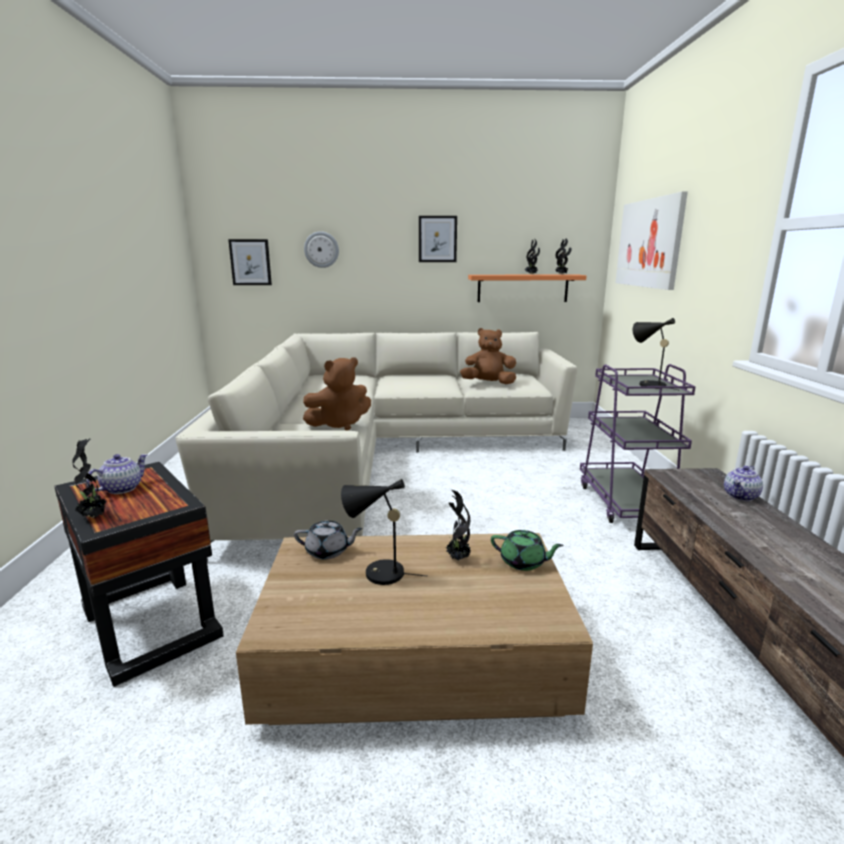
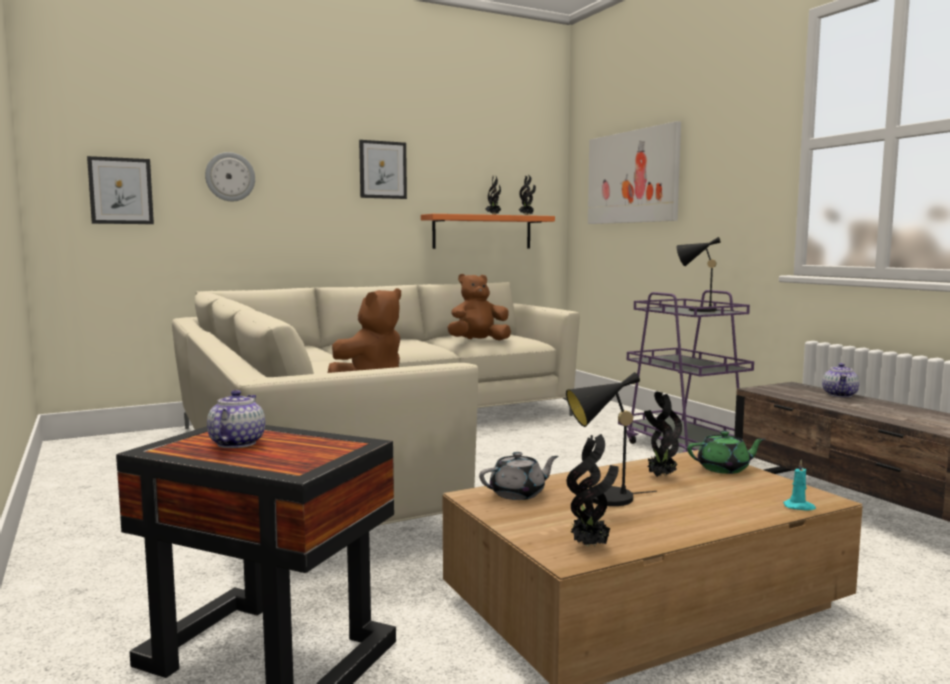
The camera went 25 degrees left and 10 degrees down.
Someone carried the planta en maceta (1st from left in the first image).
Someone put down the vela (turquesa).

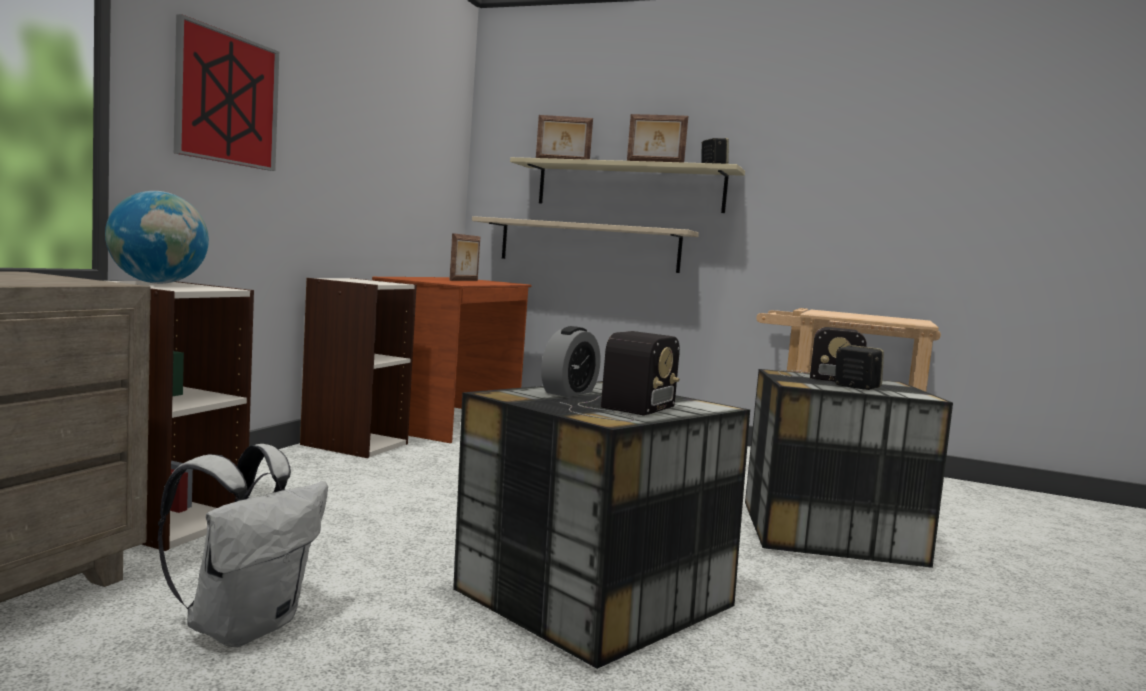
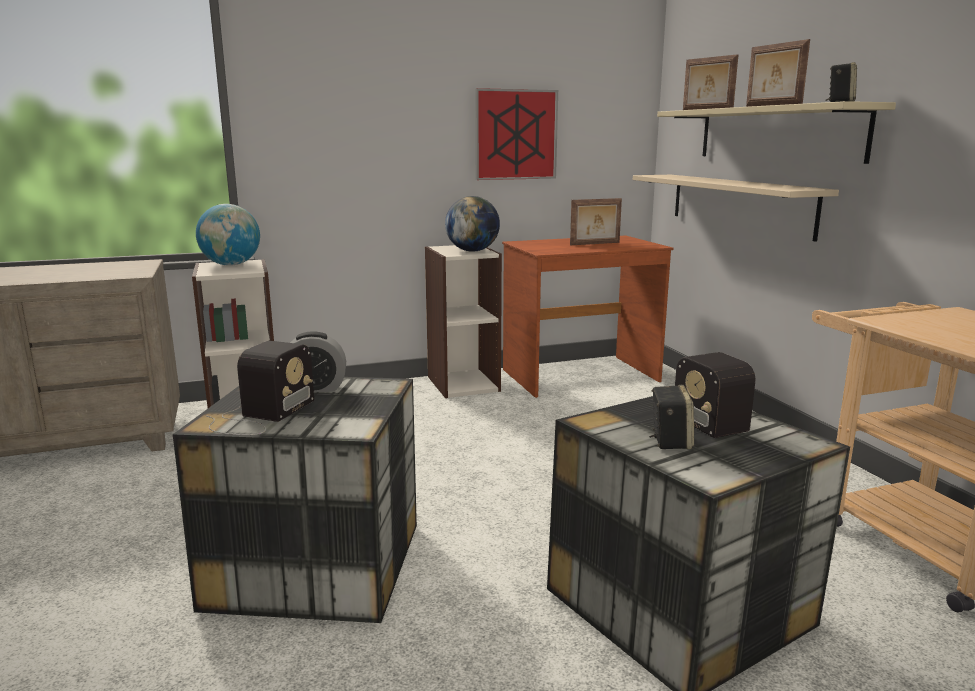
The camera went 50 degrees right and 10 degrees up.
Someone rotated the radio (1st from left) by 60 degrees counterclockwise.
Someone put down the globo terráqueo (2nd from left).
Someone carried the cuadro.
Someone took away the mochila (blanco).

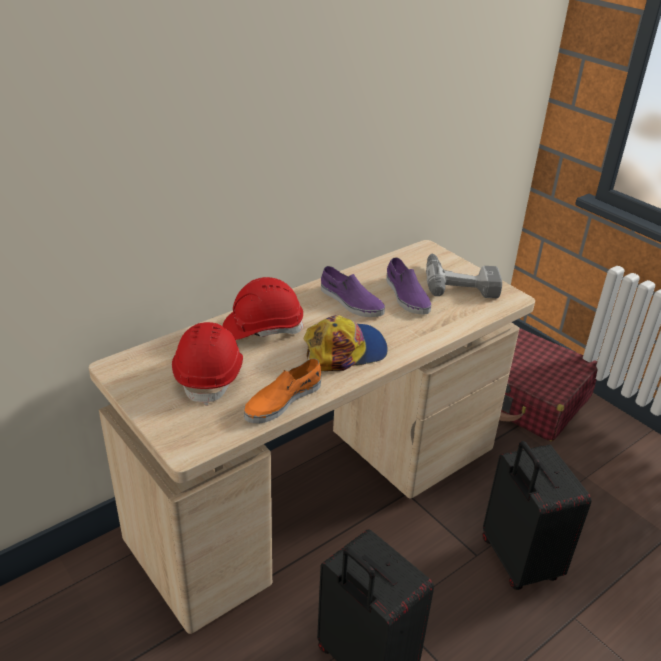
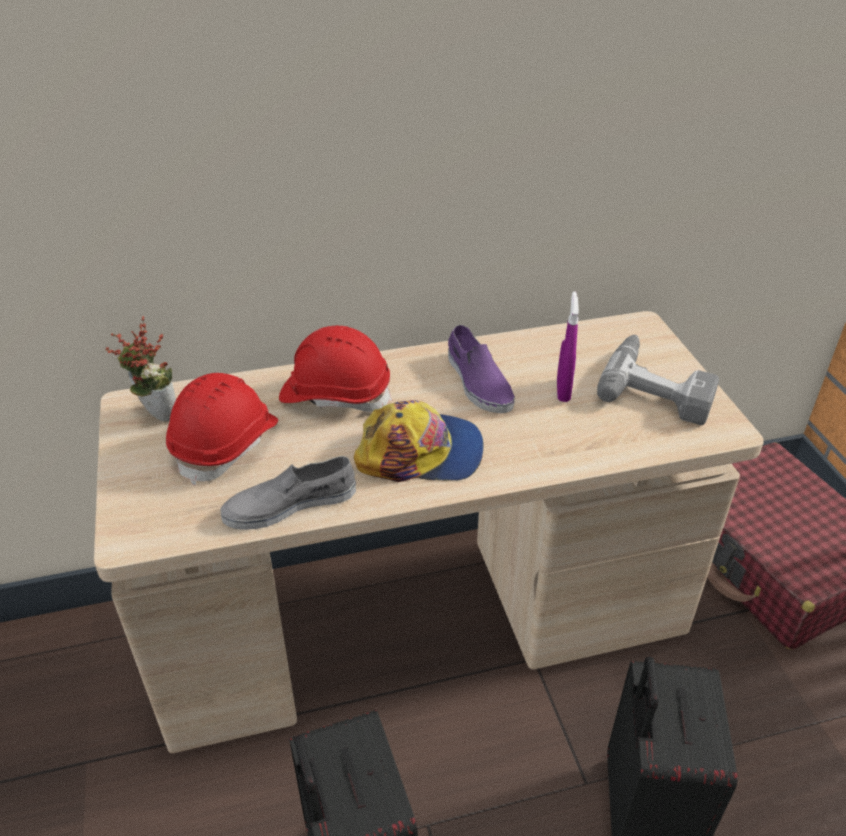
The camera went 25 degrees right and 5 degrees up.
Someone put down the planta en maceta.
Someone repainted the zapato (naranja), which became the zapato (gris).
Someone swapped the zapato (morado) (2nd from left) for the pulverizador (morado).

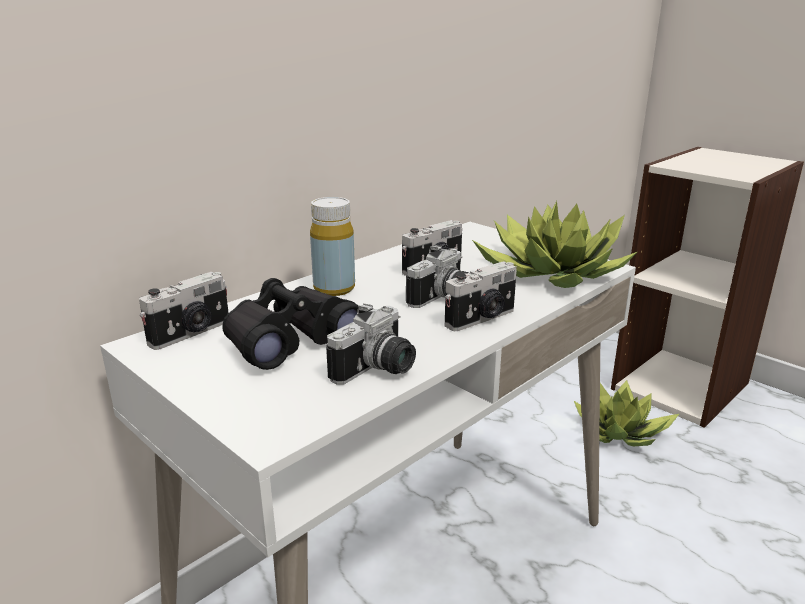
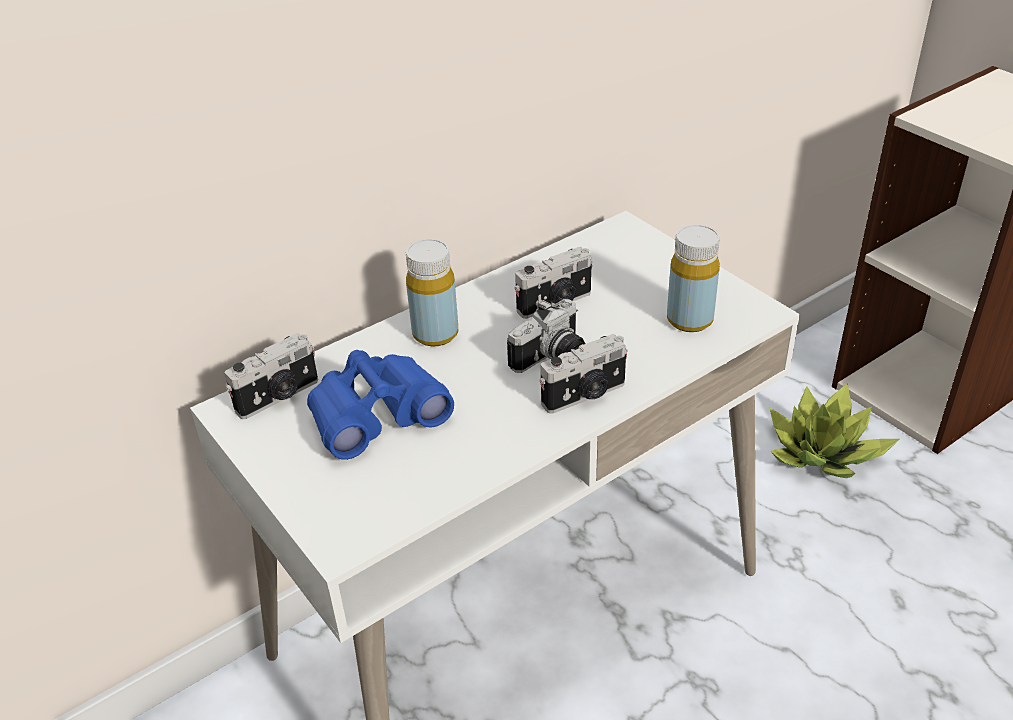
The camera went 10 degrees right and 15 degrees up.
Someone repainted the prismáticos (negro), which became the prismáticos (azul).
Someone swapped the planta en maceta (1st from left) for the botella (amarillo) (2nd from left).
Someone took away the cámara (2nd from left).

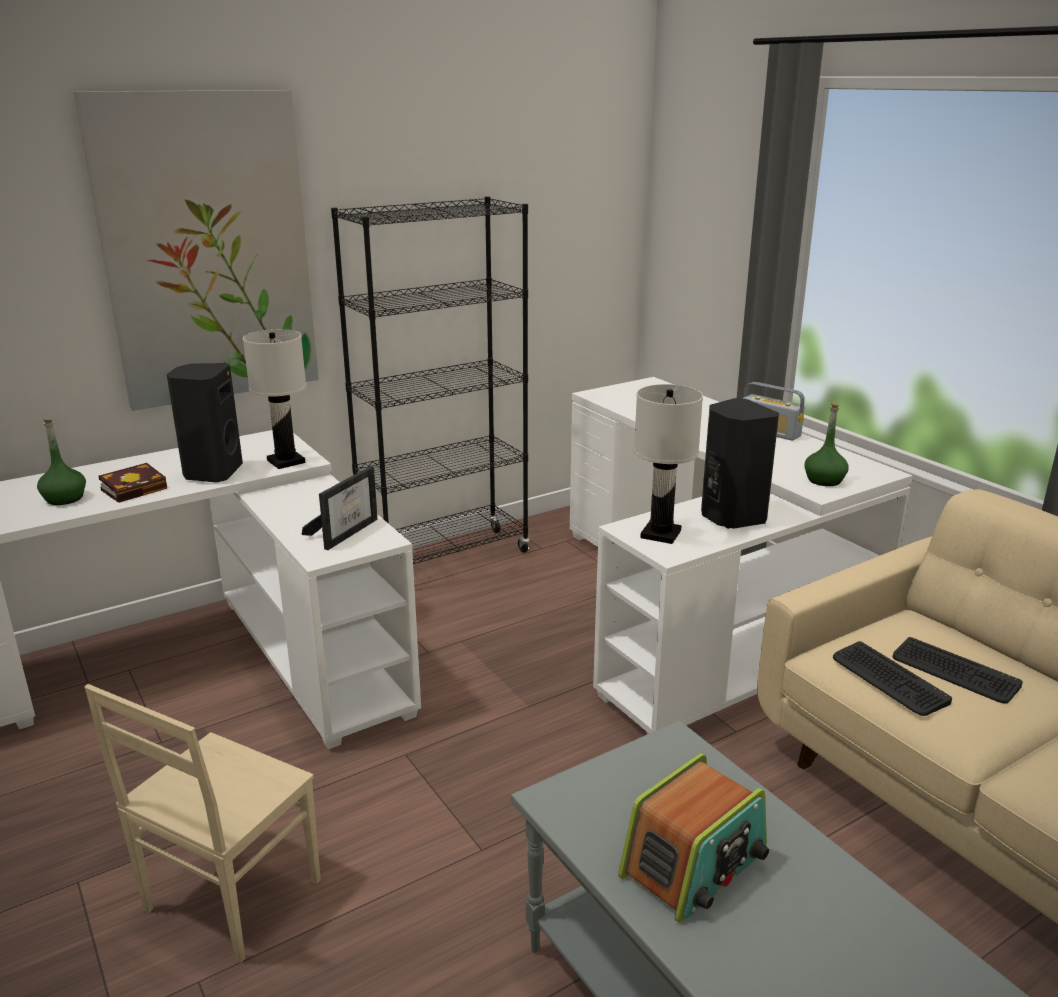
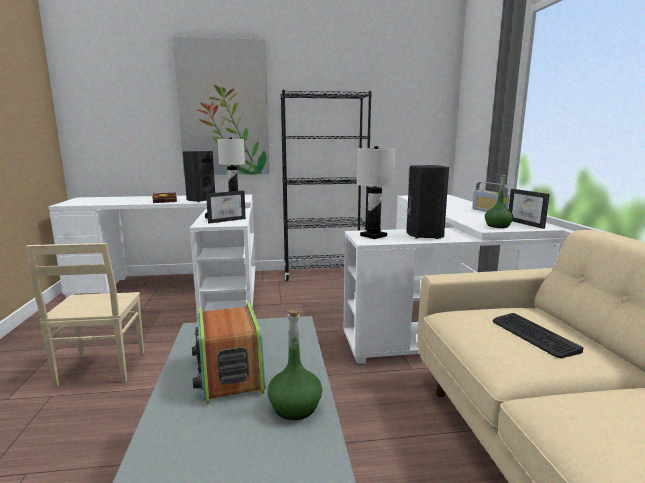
The camera went 25 degrees right and 10 degrees down.
Someone rotated the silla (beis) by 60 degrees counterclockwise.
Someone rotated the radio (1st from left) by 90 degrees clockwise.
Someone carried the botella (verde) (1st from left).
Someone put down the portarretratos (2nd from left).
Someone took away the teclado (1st from left).

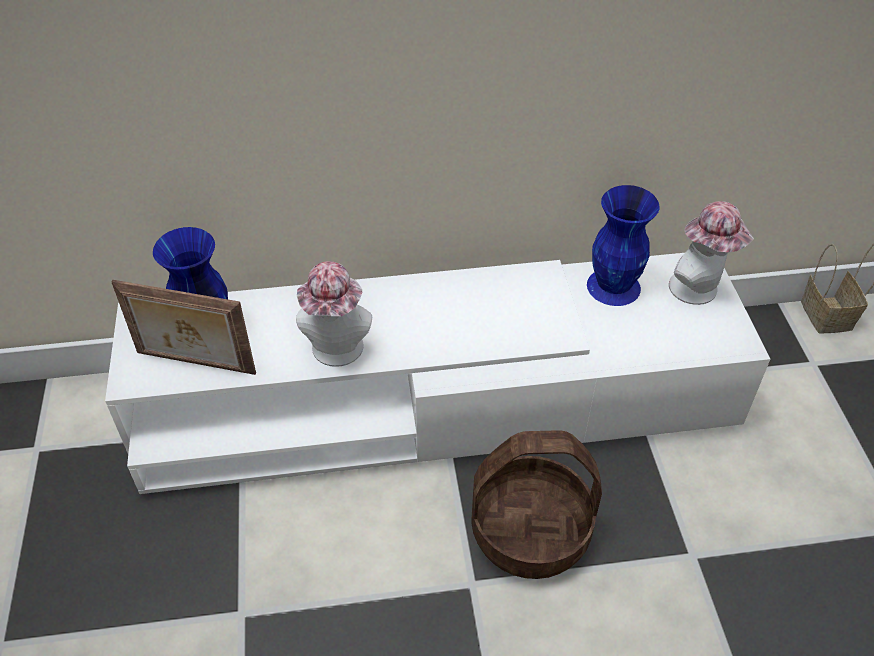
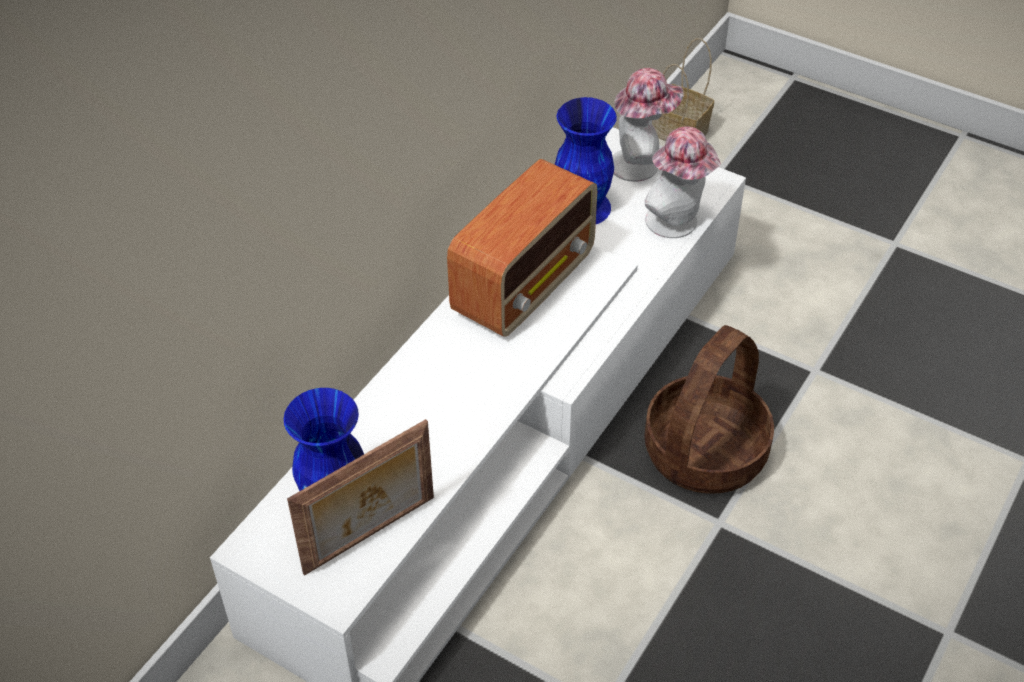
The camera went 50 degrees left and 0 degrees up.
Someone put down the radio.
Someone carried the sombrero (1st from left in the first image).

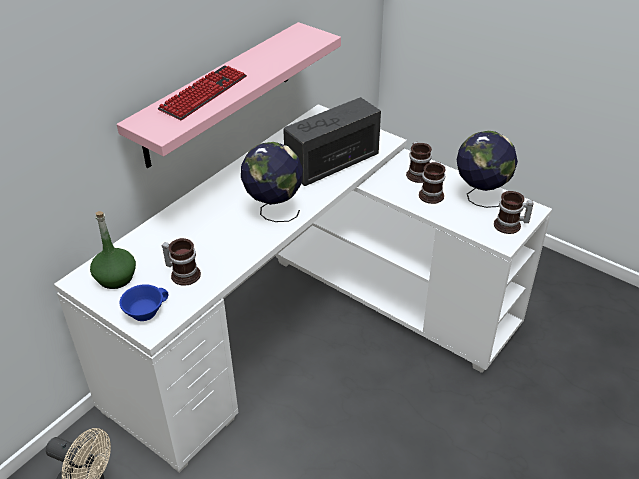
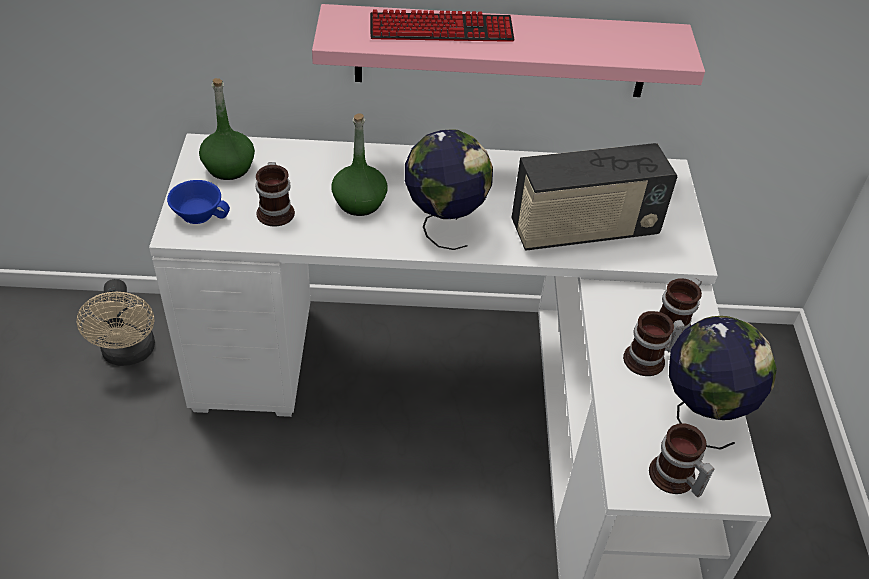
The camera went 50 degrees right and 5 degrees up.
Someone put down the botella (verde) (2nd from left).
Someone rotated the radio by 150 degrees clockwise.

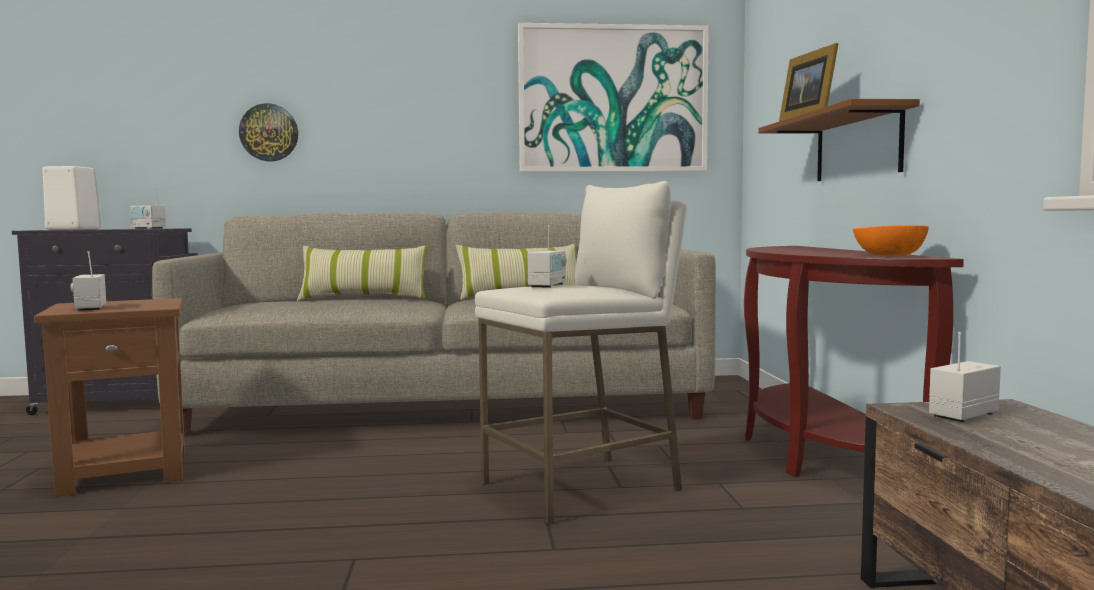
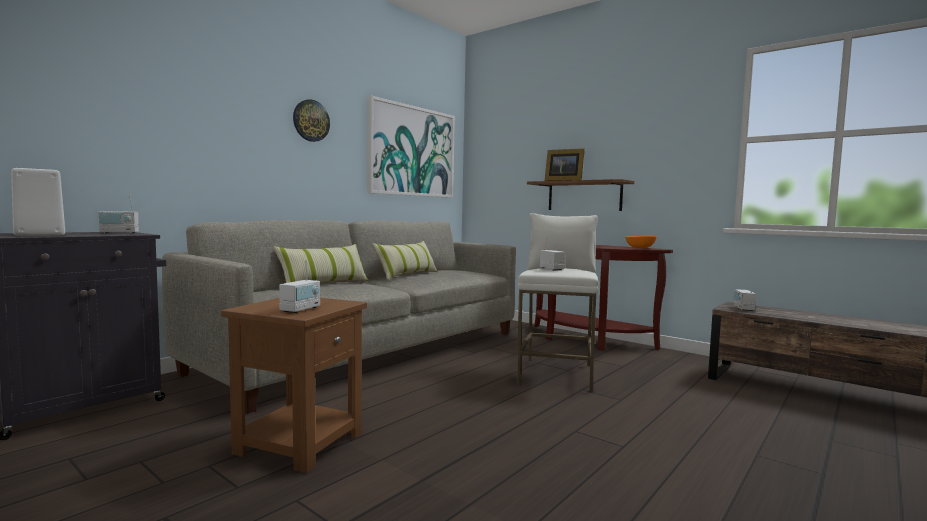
The camera went 45 degrees left and 0 degrees up.
Someone rotated the radio (1st from left in the first image) by 90 degrees counterclockwise.
Someone carried the reloj de pared.

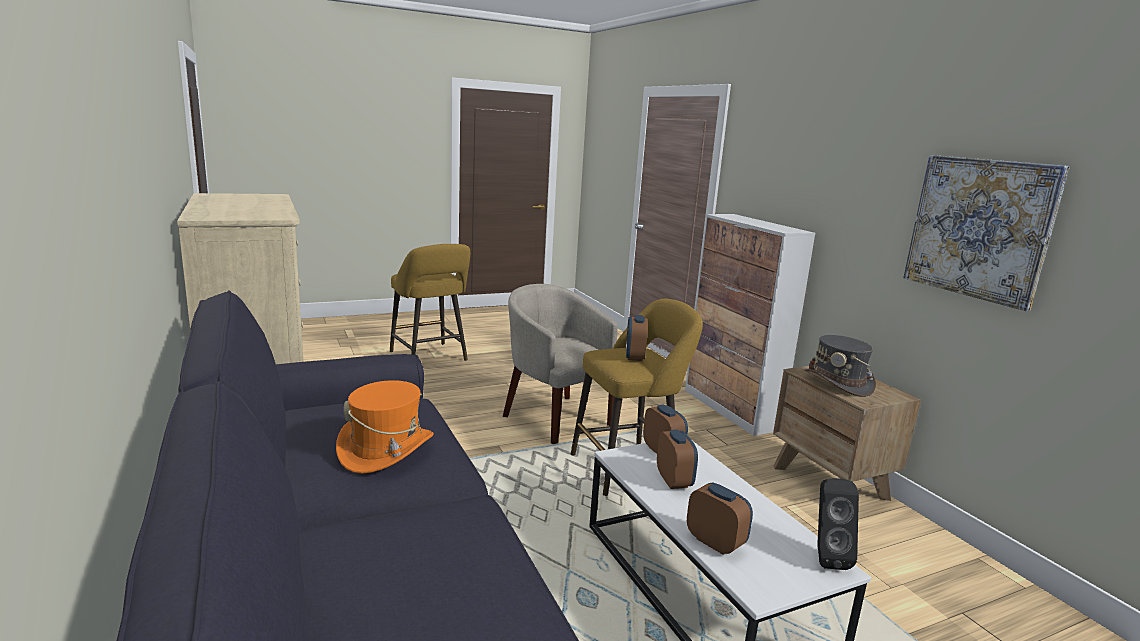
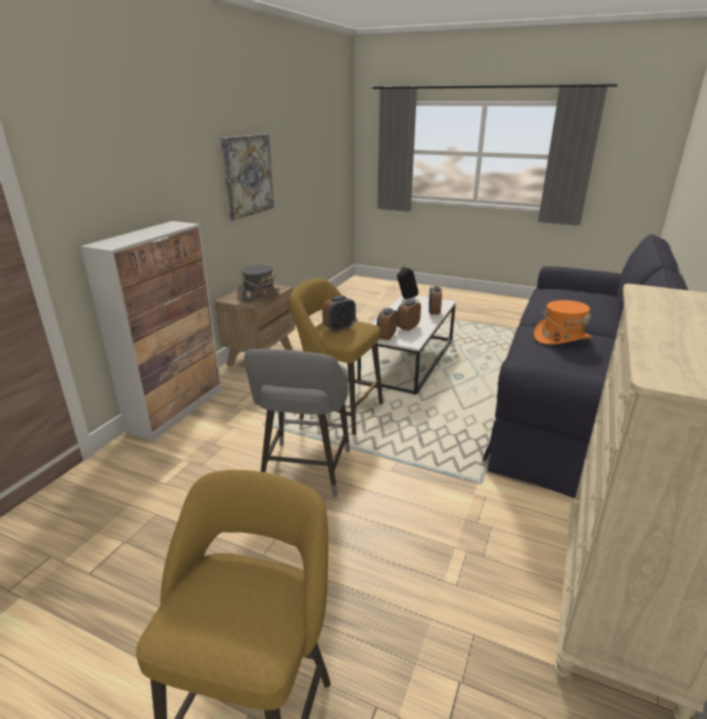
The camera went 130 degrees left and 10 degrees up.
Someone swapped the sillón (beis) for the taburete (gris).

